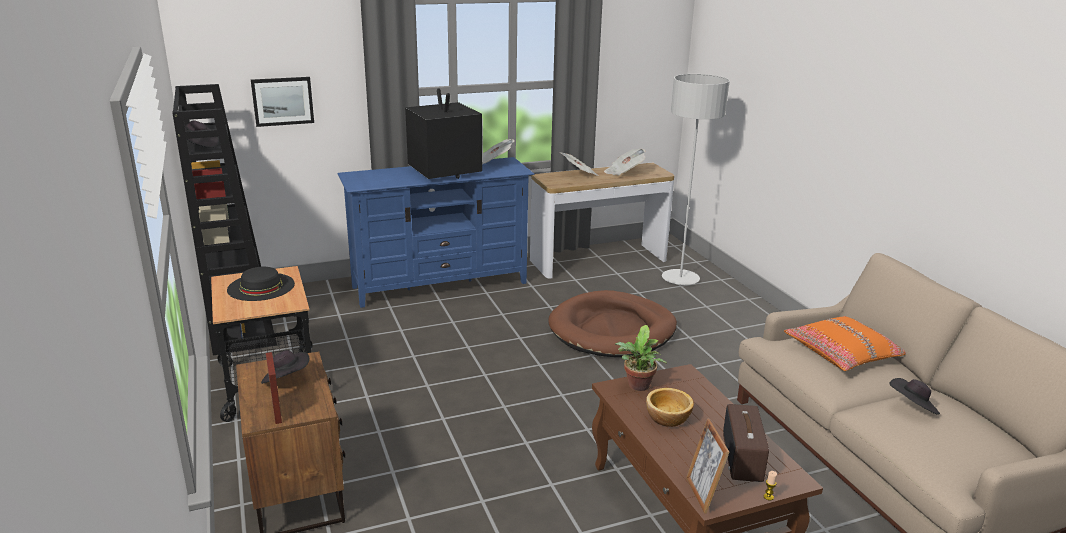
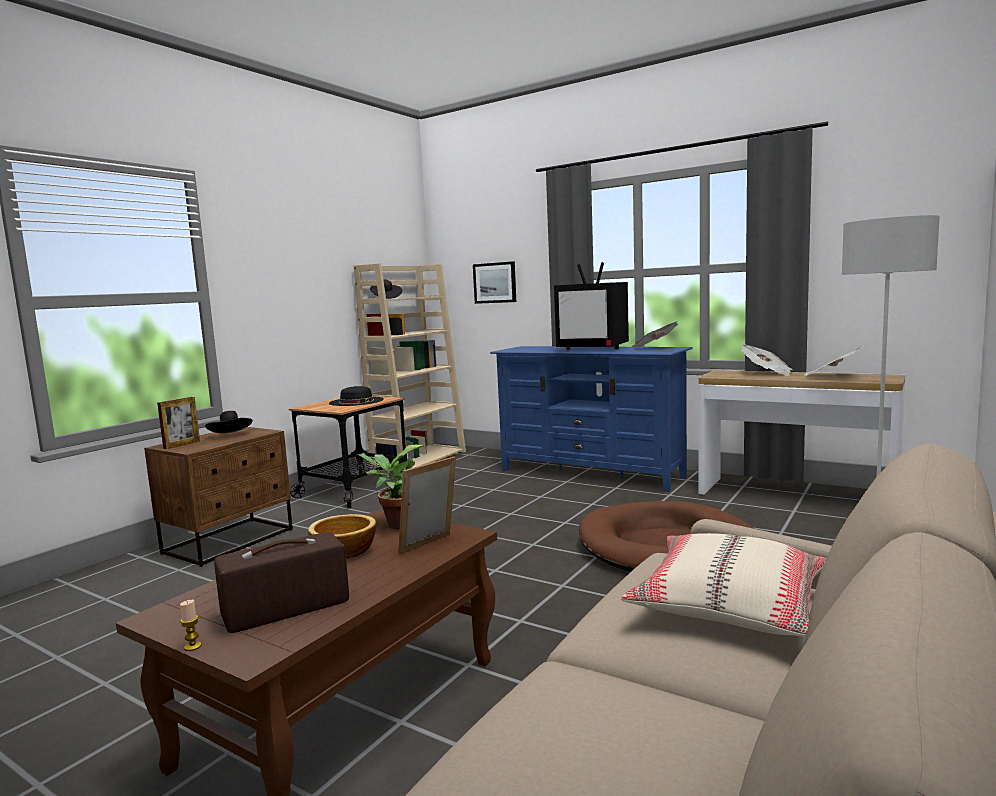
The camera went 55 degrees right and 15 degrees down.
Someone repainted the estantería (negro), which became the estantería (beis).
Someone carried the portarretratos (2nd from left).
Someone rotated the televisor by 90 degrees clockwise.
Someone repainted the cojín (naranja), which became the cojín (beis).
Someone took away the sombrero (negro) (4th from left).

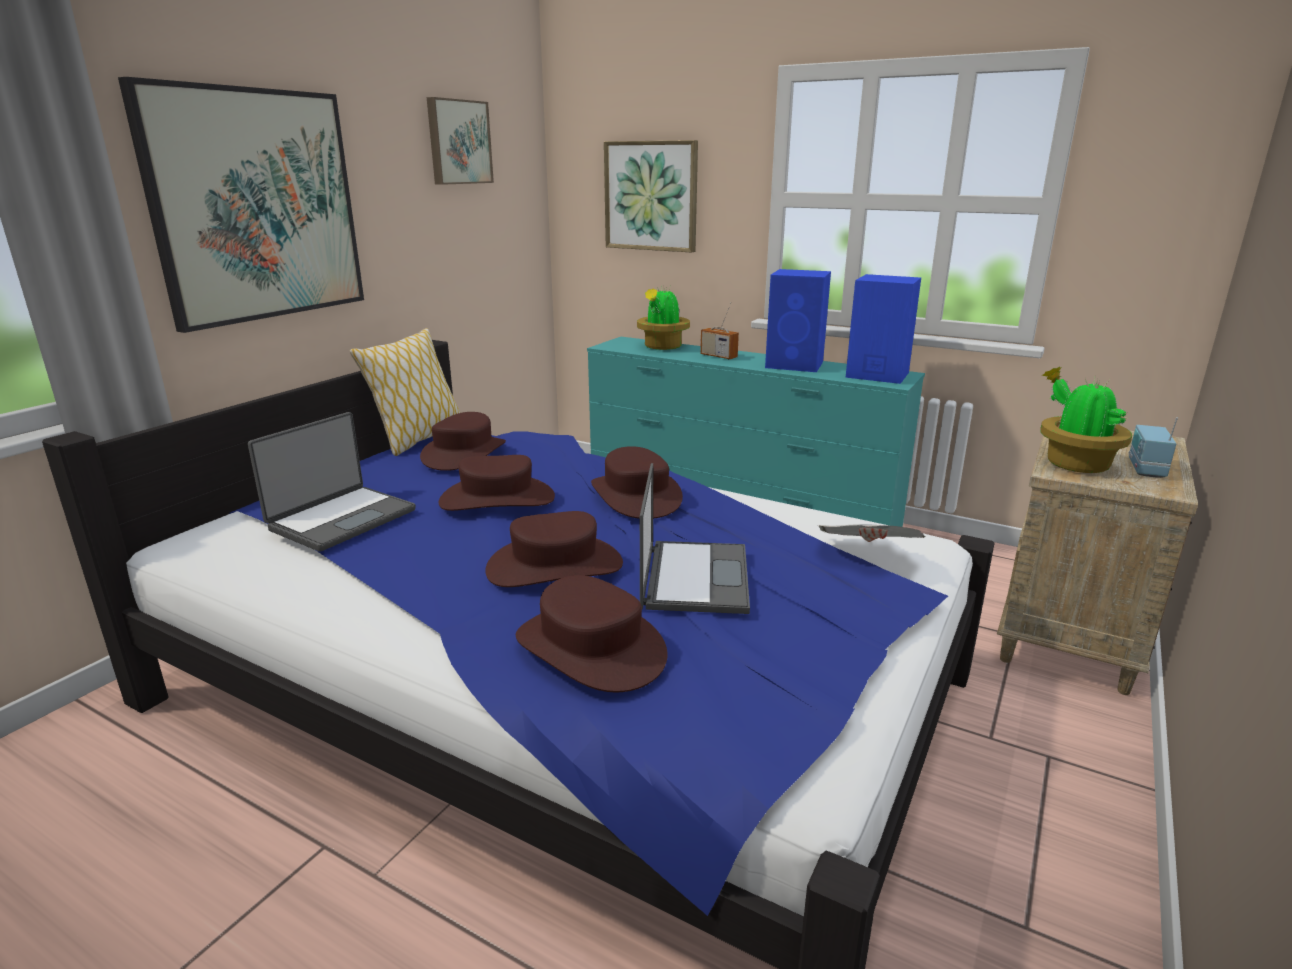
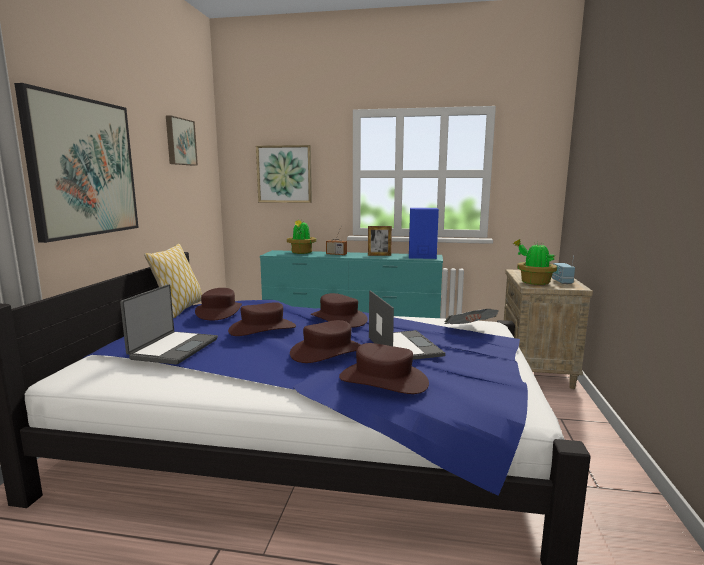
The camera went 20 degrees left and 10 degrees down.
Someone swapped the altavoz (azul) (1st from left) for the portarretratos.

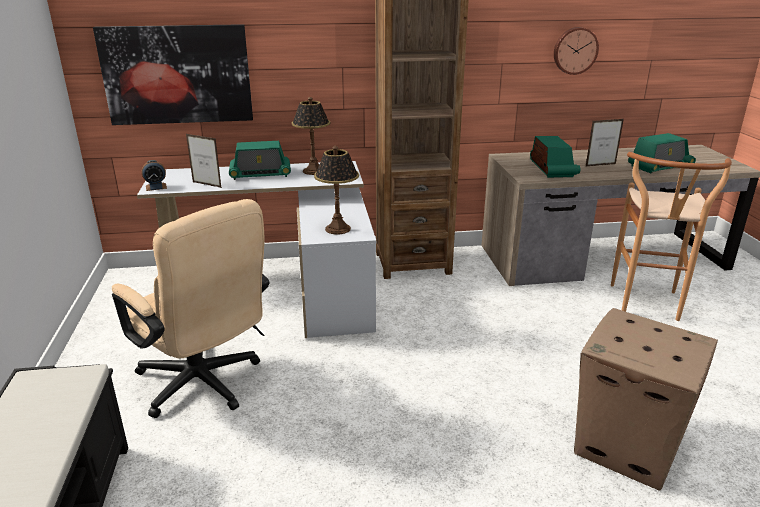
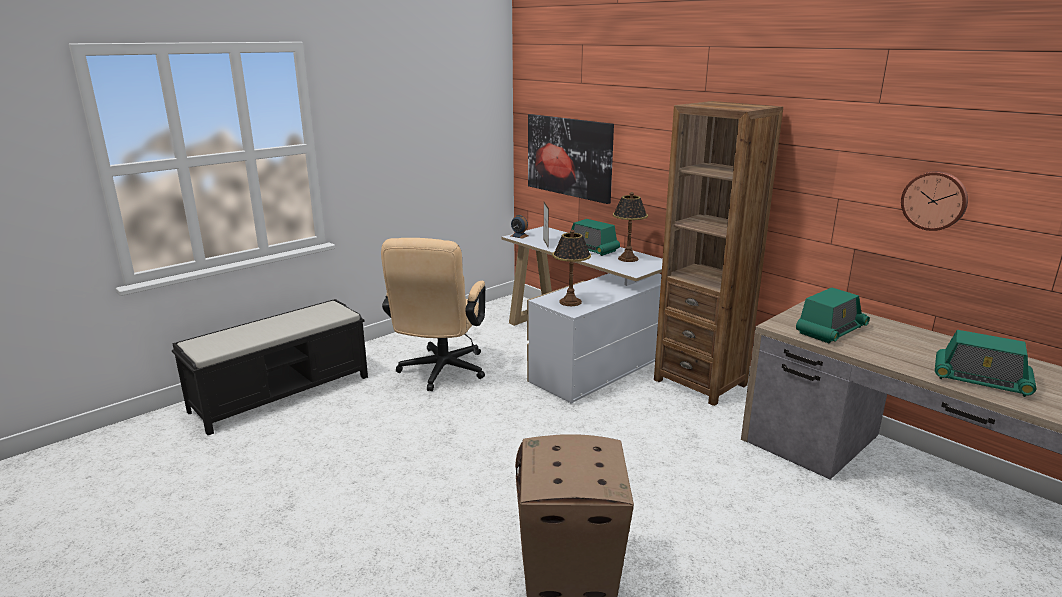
The camera went 55 degrees right and 5 degrees down.
Someone took away the portarretratos (2nd from left).
Someone took away the taburete (marrón).

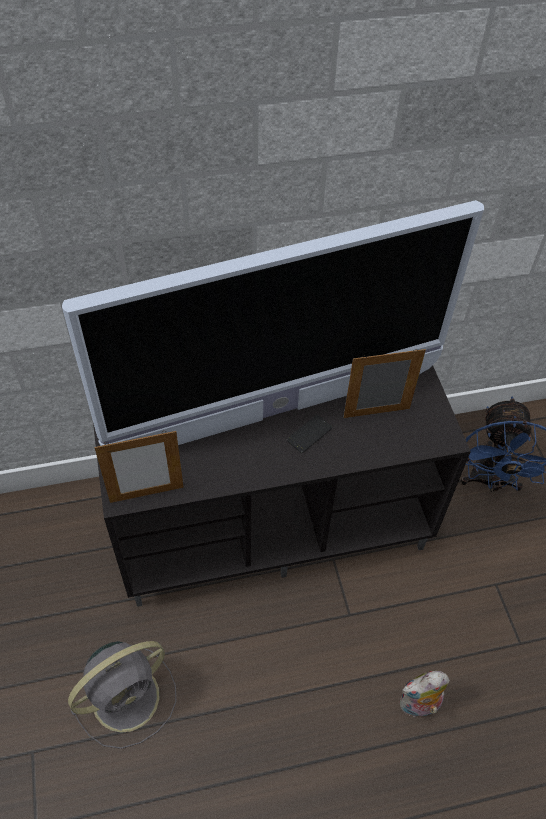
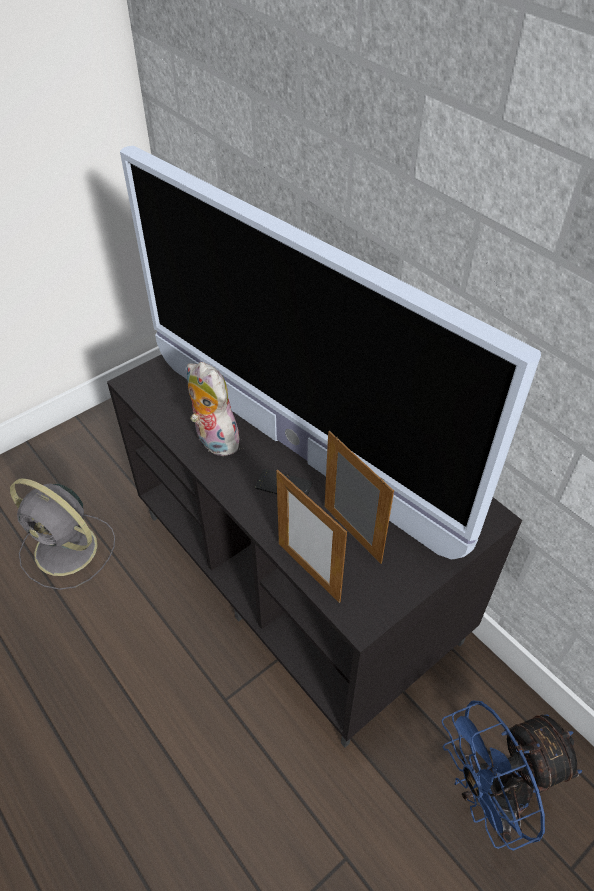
The camera went 65 degrees right and 5 degrees down.
Someone carried the peluche.
Someone carried the portarretratos (1st from left).

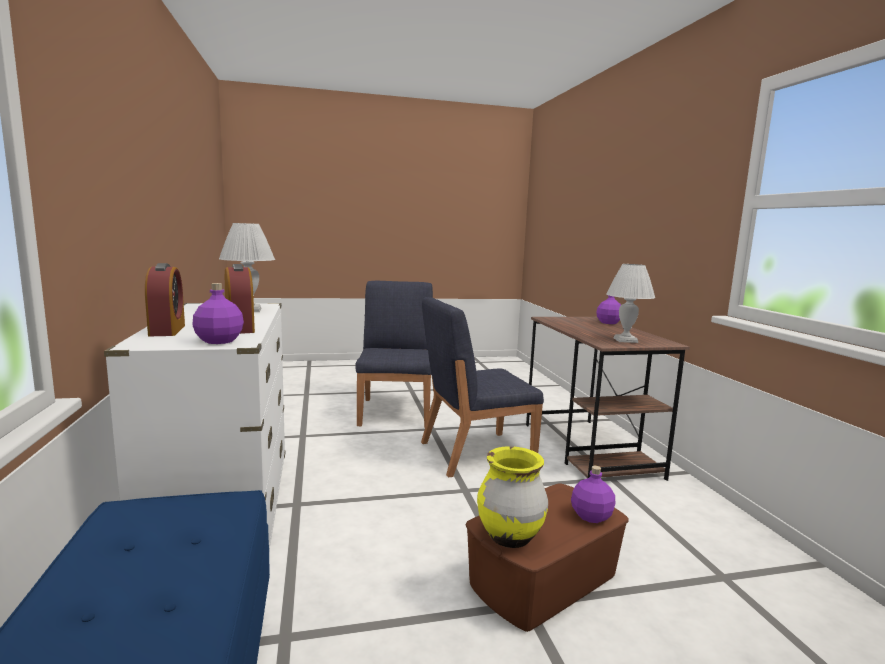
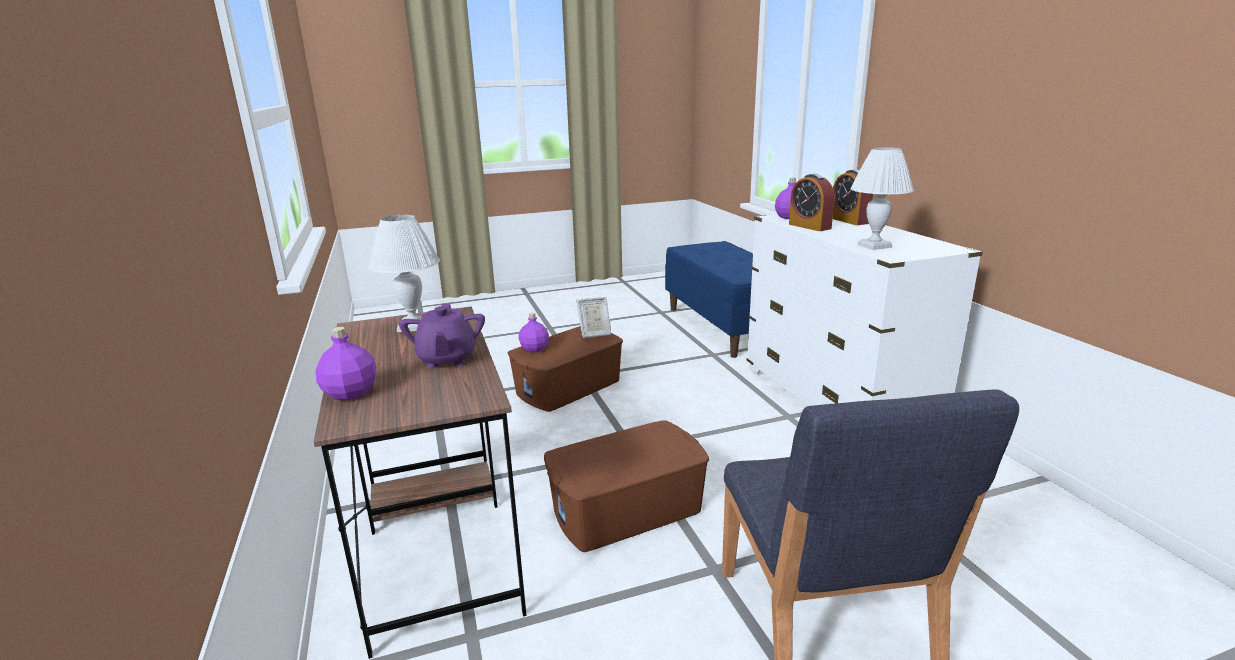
The camera went 175 degrees right and 10 degrees up.
Someone put down the tetera (morado).
Someone swapped the silla (azul) (2nd from left) for the caja de almacenaje (marrón) (2nd from left).
Someone swapped the florero (amarillo) for the portarretratos.

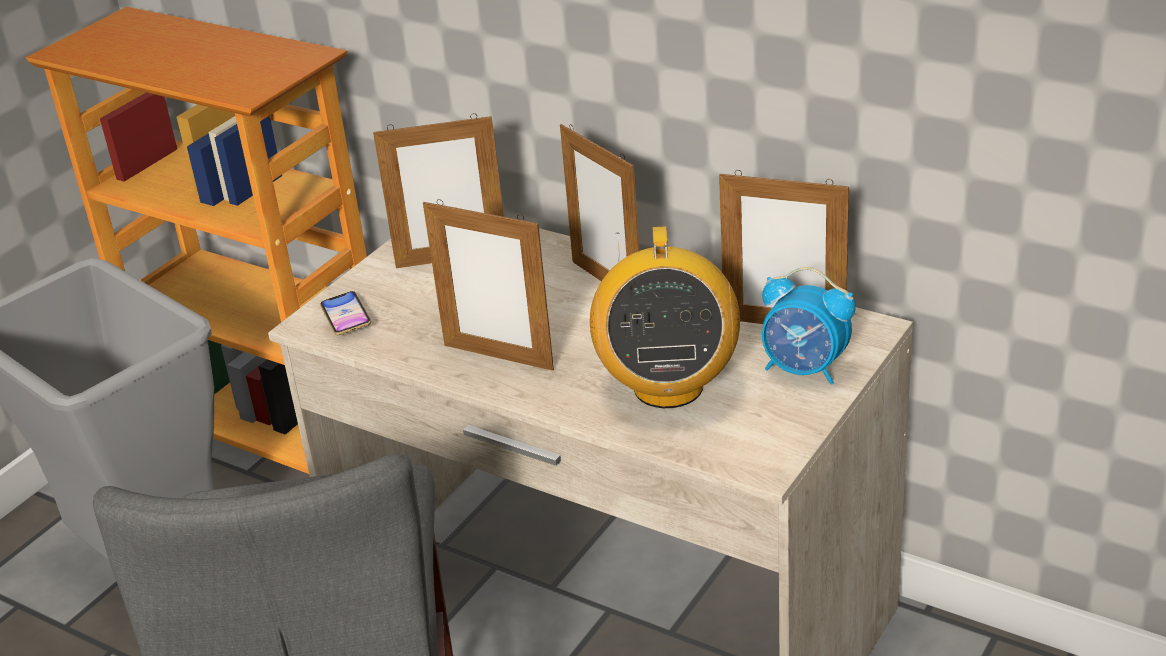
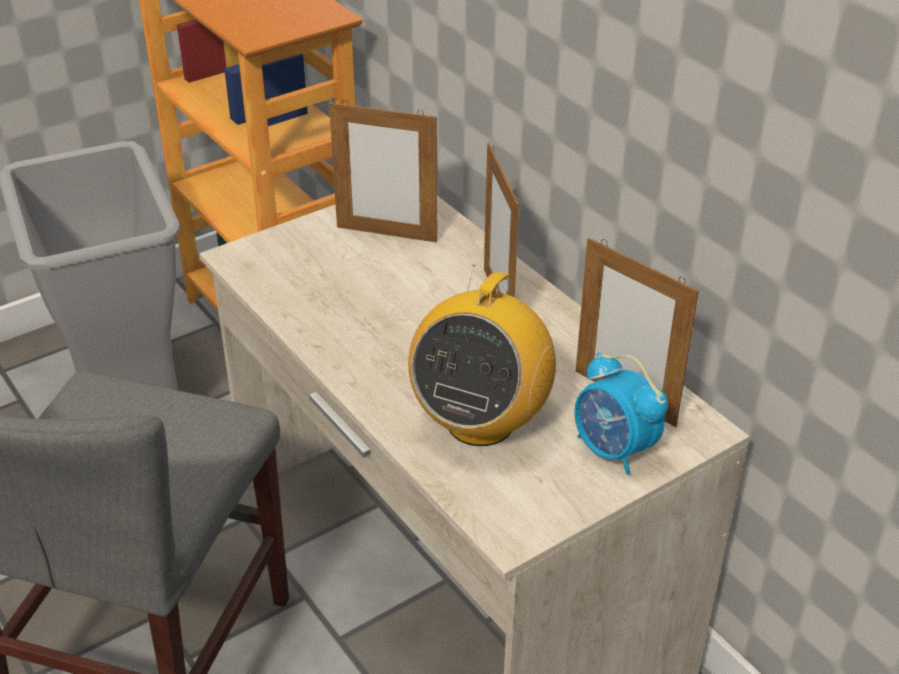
The camera went 20 degrees right and 5 degrees up.
Someone took away the móvil.
Someone took away the portarretratos (2nd from left).

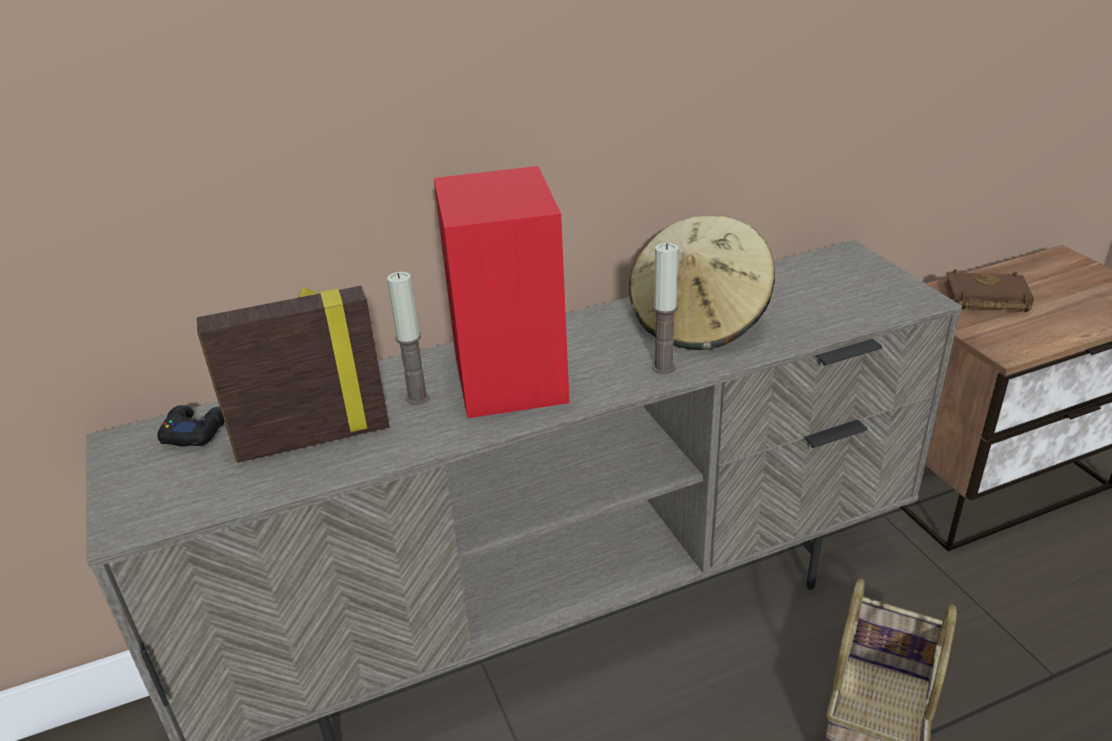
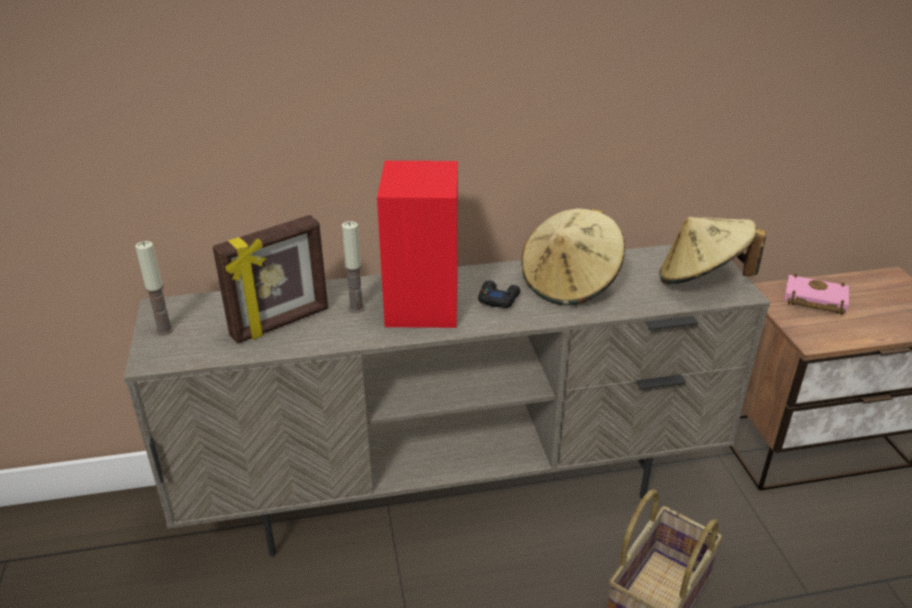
The camera went 10 degrees right and 0 degrees up.
Someone carried the vela (2nd from left in the first image).
Someone rotated the portarretratos by 150 degrees clockwise.
Someone carried the mando de consola (negro).
Someone put down the sombrero (beis) (2nd from left).
Someone repainted the libro (marrón), which became the libro (rosa).

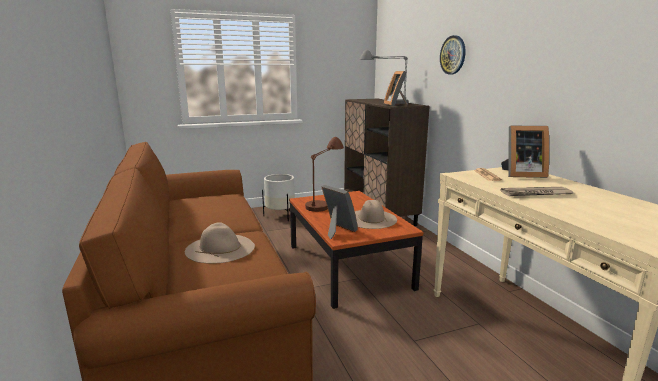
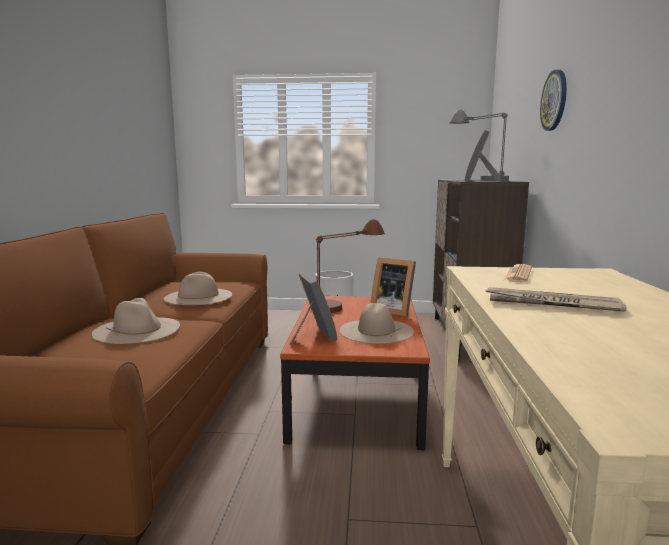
The camera went 25 degrees right and 5 degrees down.
Someone put down the sombrero (beis) (2nd from left).
Someone carried the portarretratos (3rd from left in the first image).

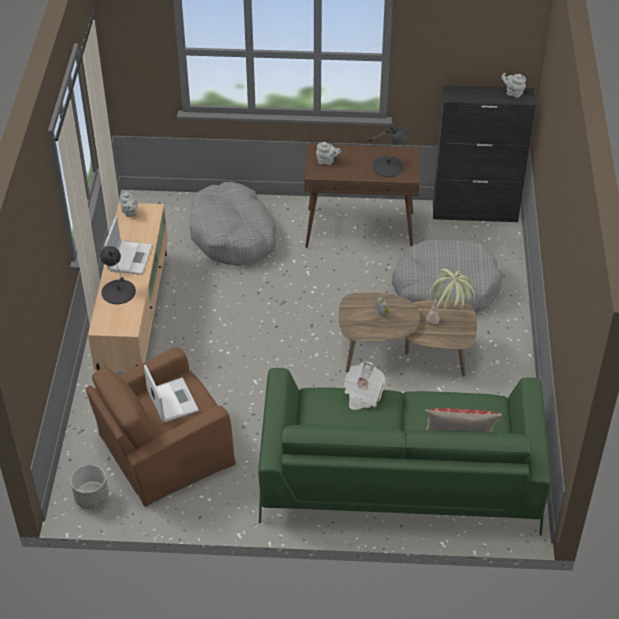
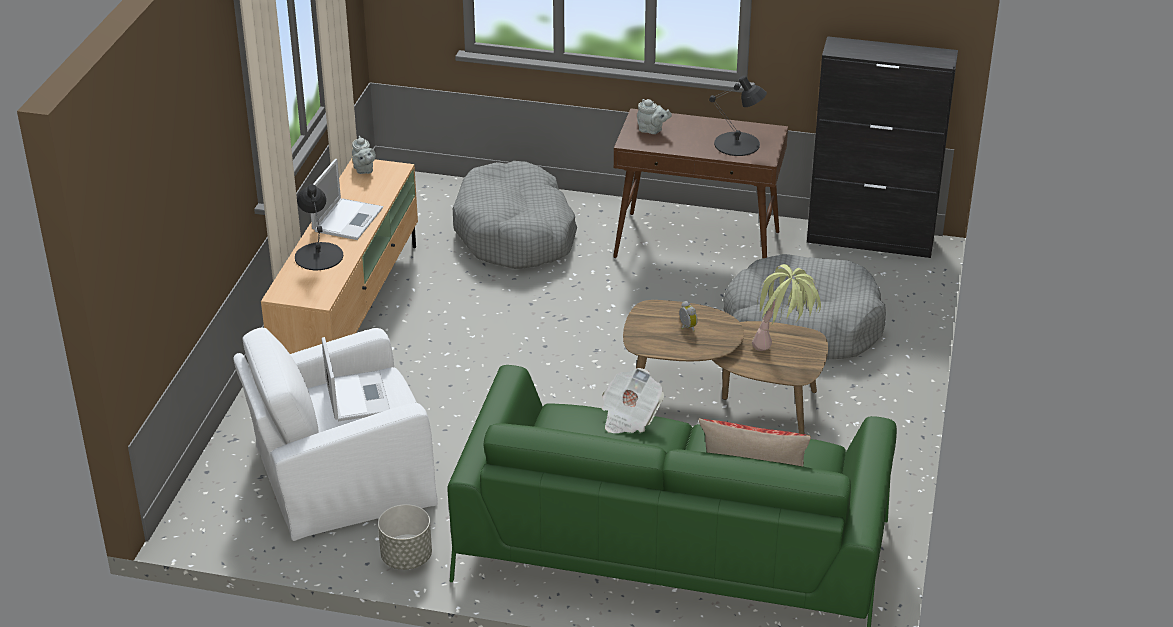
The camera went 10 degrees right and 10 degrees down.
Someone repainted the sillón (marrón), which became the sillón (blanco).
Someone carried the maceta (gris).
Someone took away the tetera (gris) (3rd from left).

